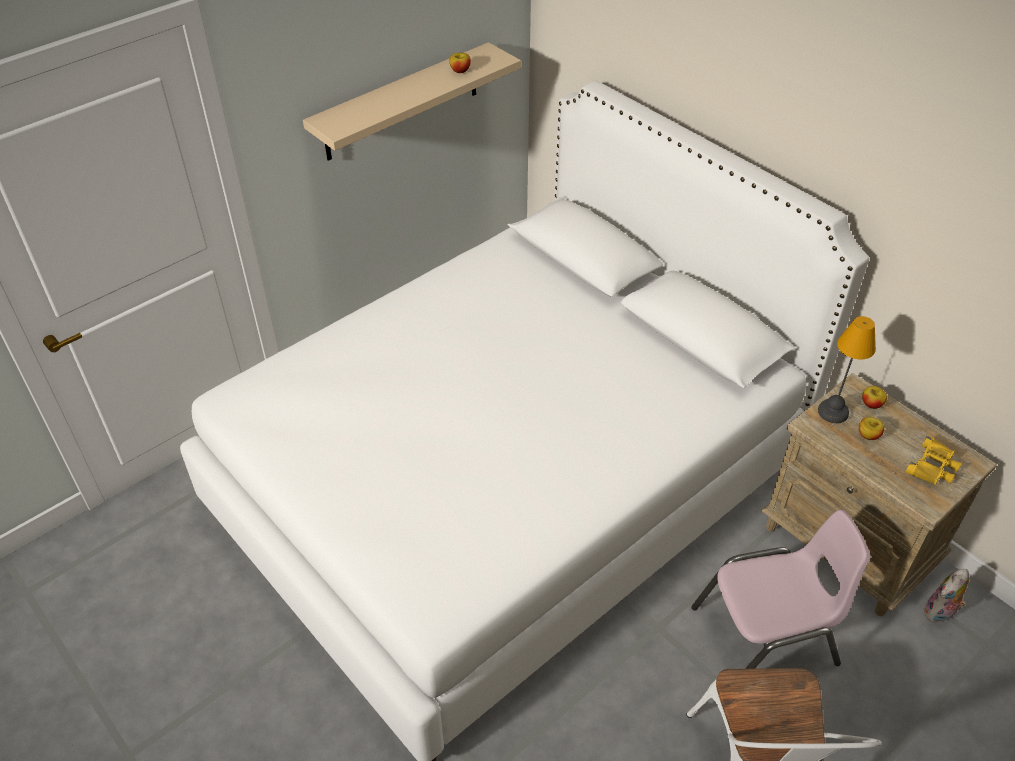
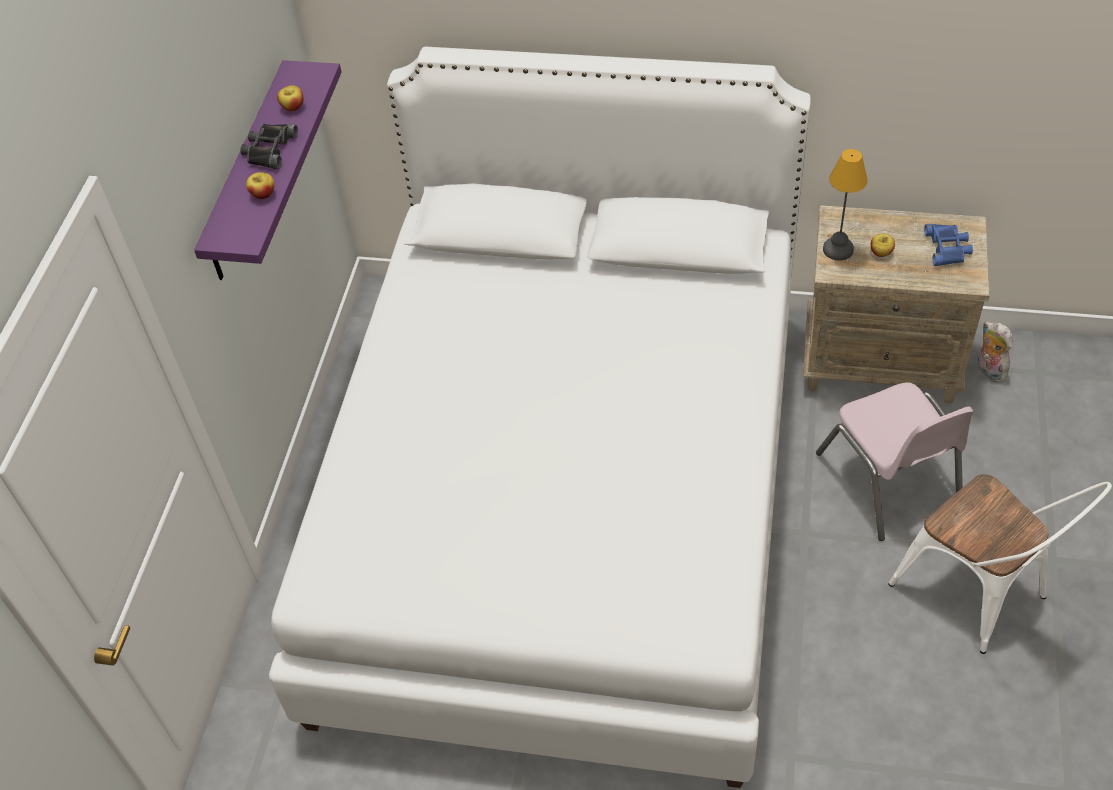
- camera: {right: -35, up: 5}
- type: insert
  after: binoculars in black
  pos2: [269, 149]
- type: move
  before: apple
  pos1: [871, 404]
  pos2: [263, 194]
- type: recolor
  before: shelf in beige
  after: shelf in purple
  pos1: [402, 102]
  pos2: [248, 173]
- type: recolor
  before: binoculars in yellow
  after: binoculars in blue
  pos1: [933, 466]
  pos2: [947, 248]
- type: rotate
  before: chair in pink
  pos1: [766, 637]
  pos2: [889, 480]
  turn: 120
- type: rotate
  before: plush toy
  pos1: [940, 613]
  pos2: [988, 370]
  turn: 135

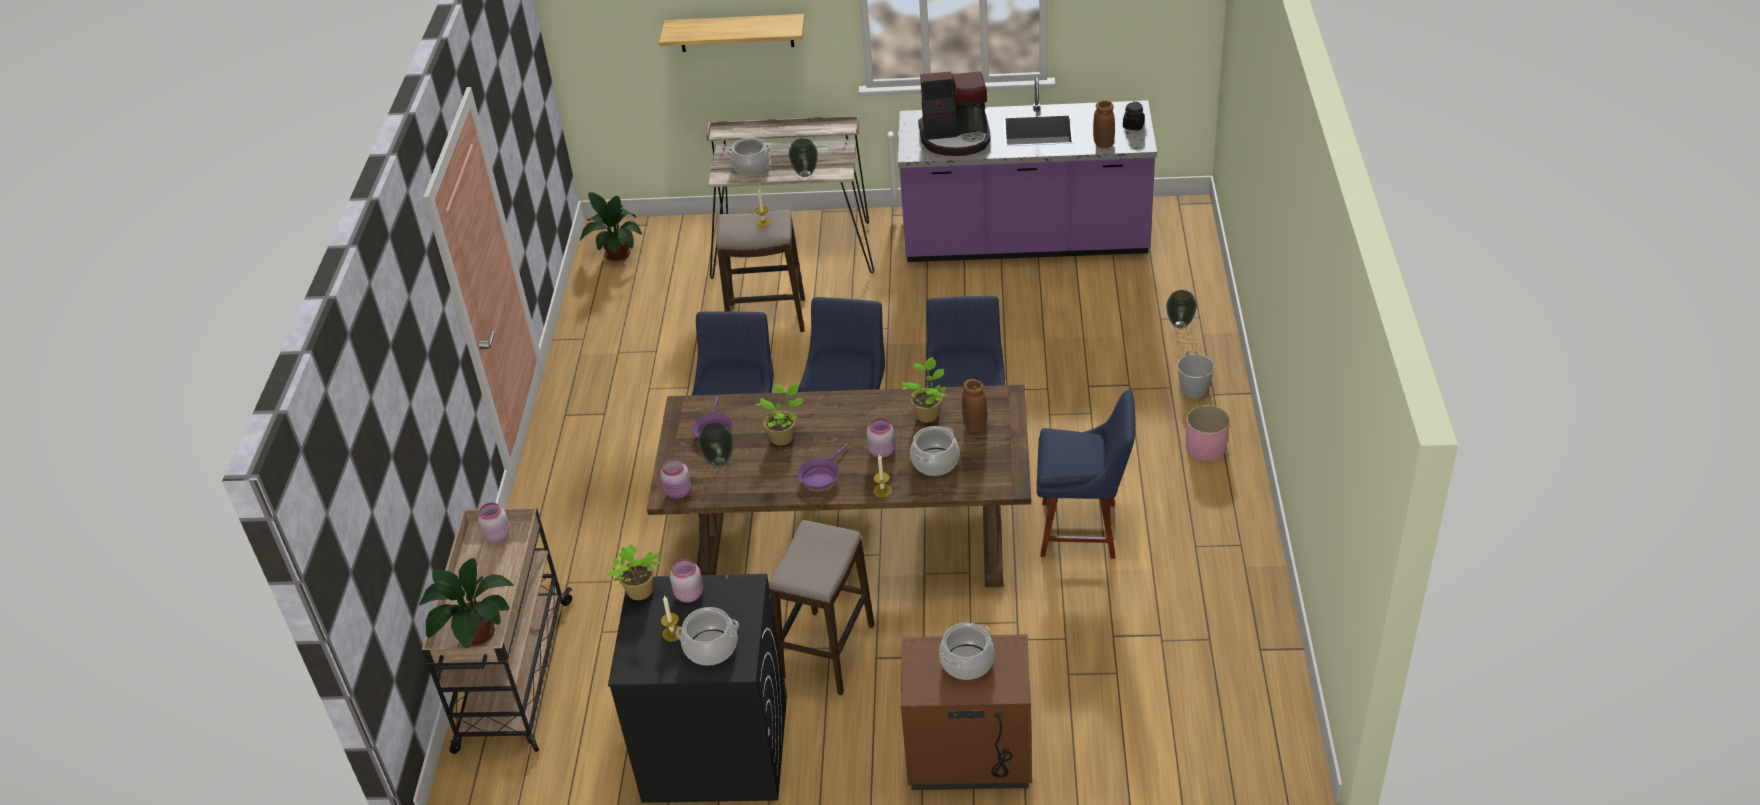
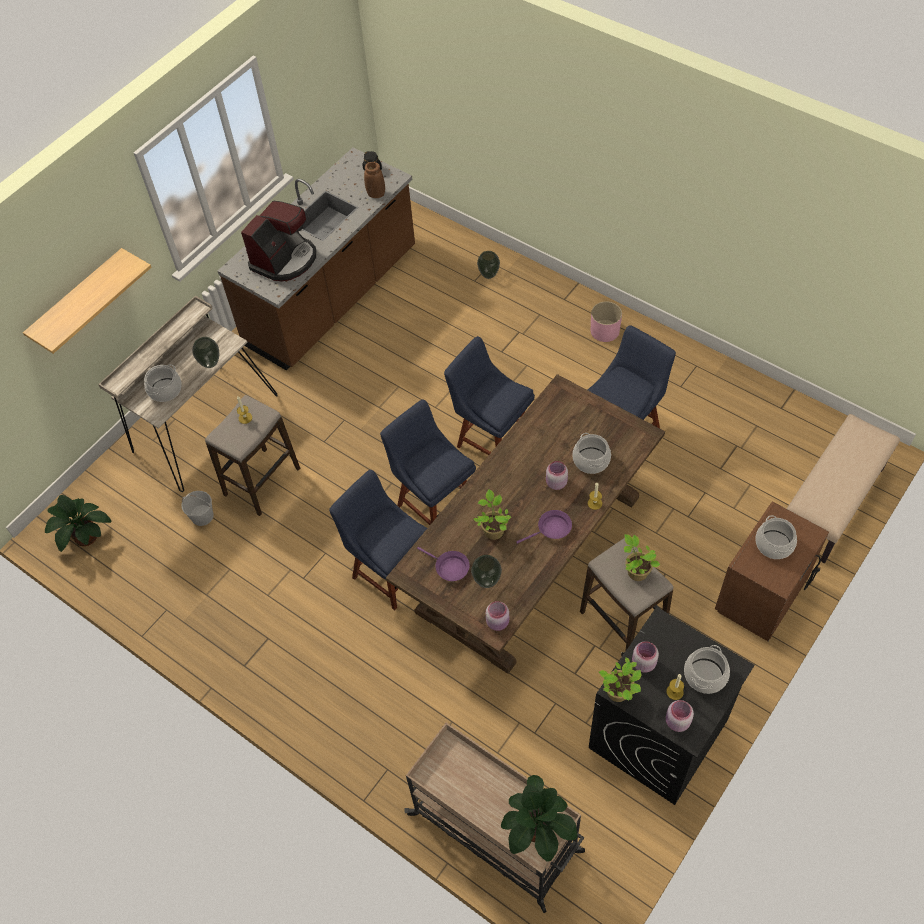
- camera: {right: -55, up: 15}
- type: delete
  before: vase in brown
  pos1: [975, 425]
- type: insert
  after: bench in beige
  pos2: [831, 503]
- type: move
  before: jar in pink
  pos1: [497, 535]
  pos2: [676, 722]
- type: move
  before: potted plant
  pos1: [927, 413]
  pos2: [636, 571]
- type: move
  before: bucket in white
  pos1: [1193, 388]
  pos2: [202, 516]
- type: recolor
  before: counter in purple
  after: counter in brown
  pos1: [1026, 242]
  pos2: [333, 298]
- type: rotate
  before: frying pan in purple
  pos1: [821, 475]
  pos2: [551, 529]
  turn: -90

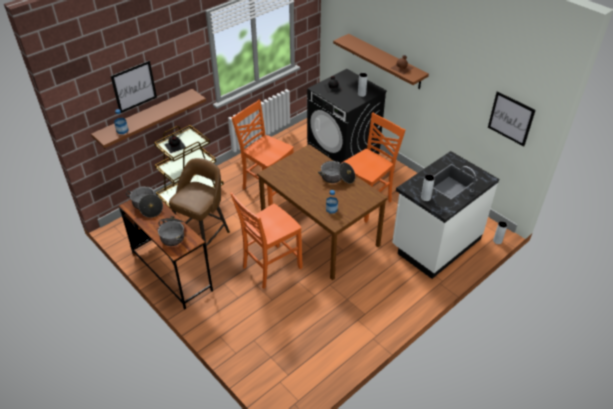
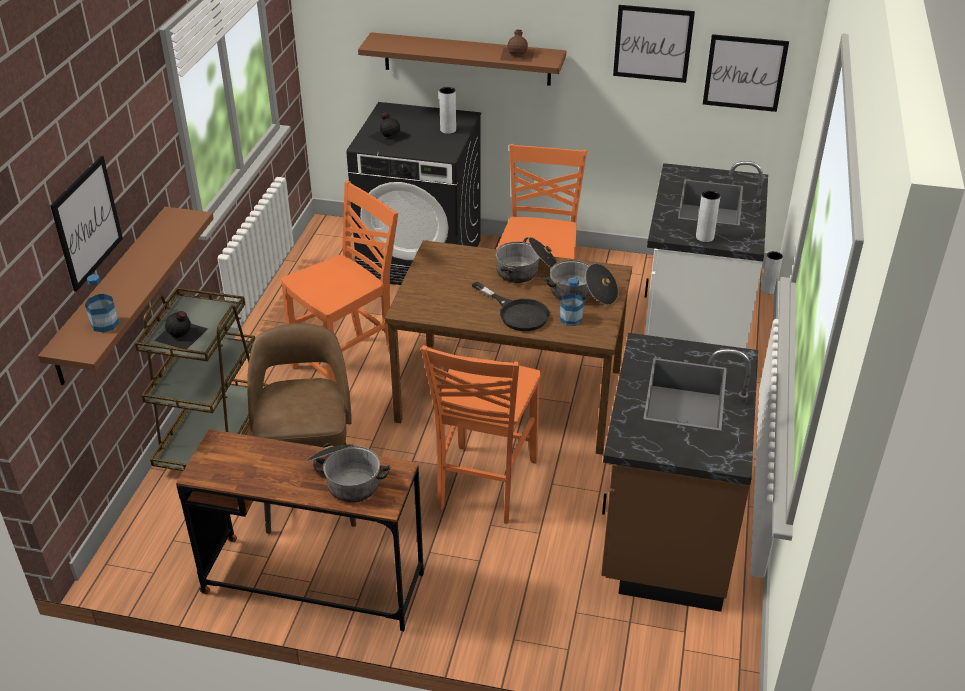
- camera: {right: -35, up: -5}
- type: insert
  after: frying pan in black
  pos2: [517, 313]
- type: insert
  after: counter in brown
  pos2: [665, 533]
- type: insert
  after: picture
  pos2: [653, 43]
- type: move
  before: cooking pot
  pos1: [147, 206]
  pos2: [581, 294]
- type: rotate
  before: chair in orange
  pos1: [267, 188]
  pos2: [348, 367]
  turn: 135

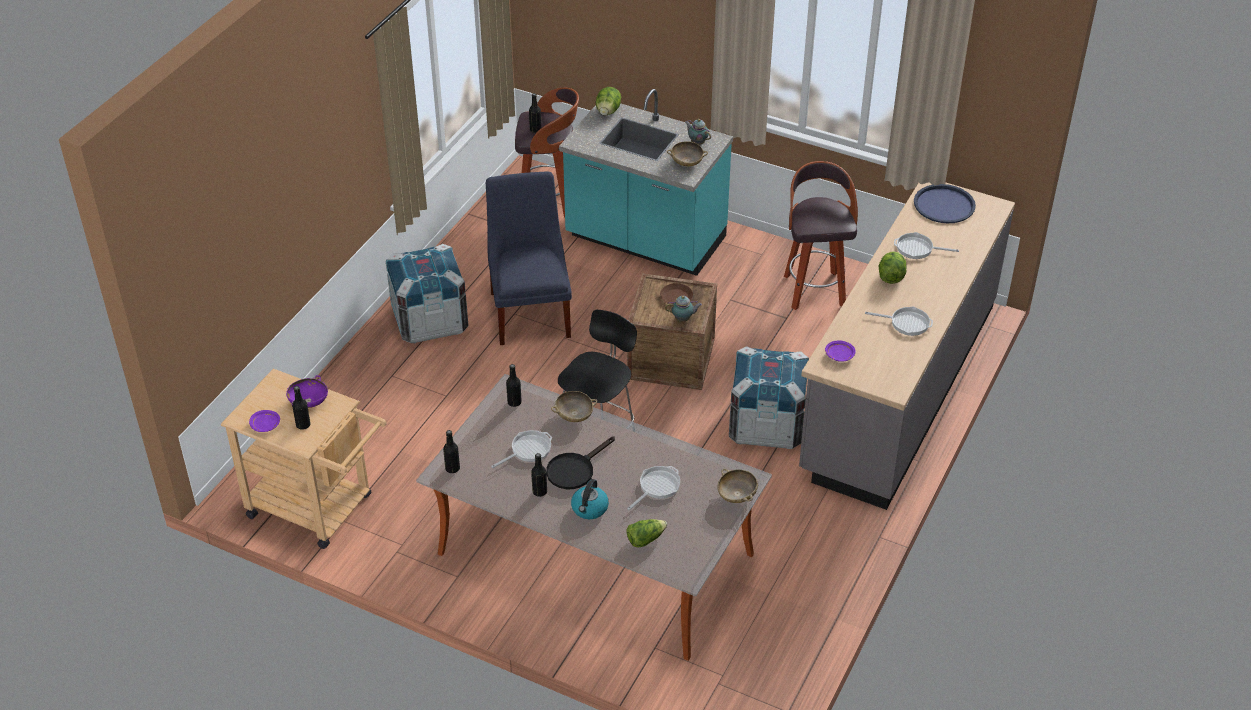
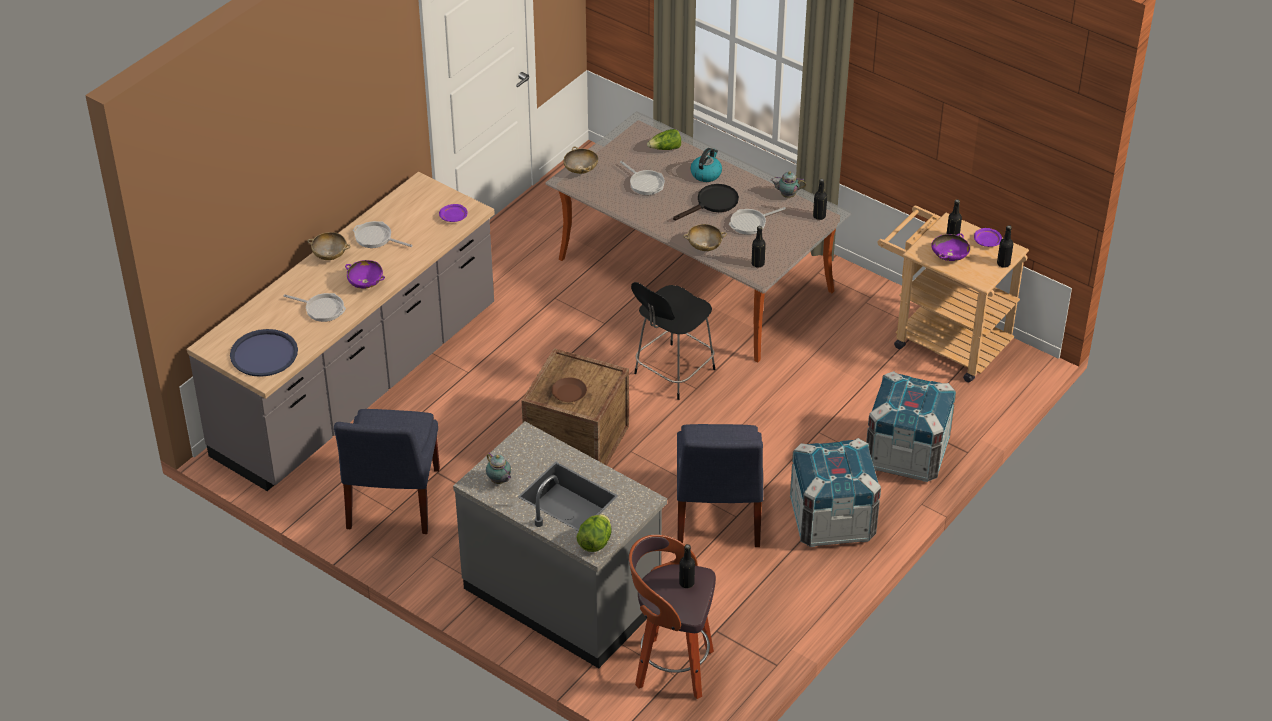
- camera: {right: -170, up: 0}
- type: move
  before: bottle in black
  pos1: [539, 491]
  pos2: [1003, 264]
- type: move
  before: teapot
  pos1: [683, 319]
  pos2: [787, 195]
- type: move
  before: bowl in beige
  pos1: [687, 162]
  pos2: [330, 255]
- type: move
  before: crate
  pos1: [766, 424]
  pos2: [906, 454]
- type: replace
  before: stool
  after: chair in blue
  pos1: [813, 289]
  pos2: [392, 502]
- type: replace
  before: lettuce
  after: bowl in purple
  pos1: [891, 277]
  pos2: [365, 283]
- type: recolor
  before: counter in turquoise
  after: counter in grey
  pos1: [645, 240]
  pos2: [563, 595]
- type: rotate
  before: frying pan
  pos1: [657, 486]
  pos2: [645, 183]
  turn: -90

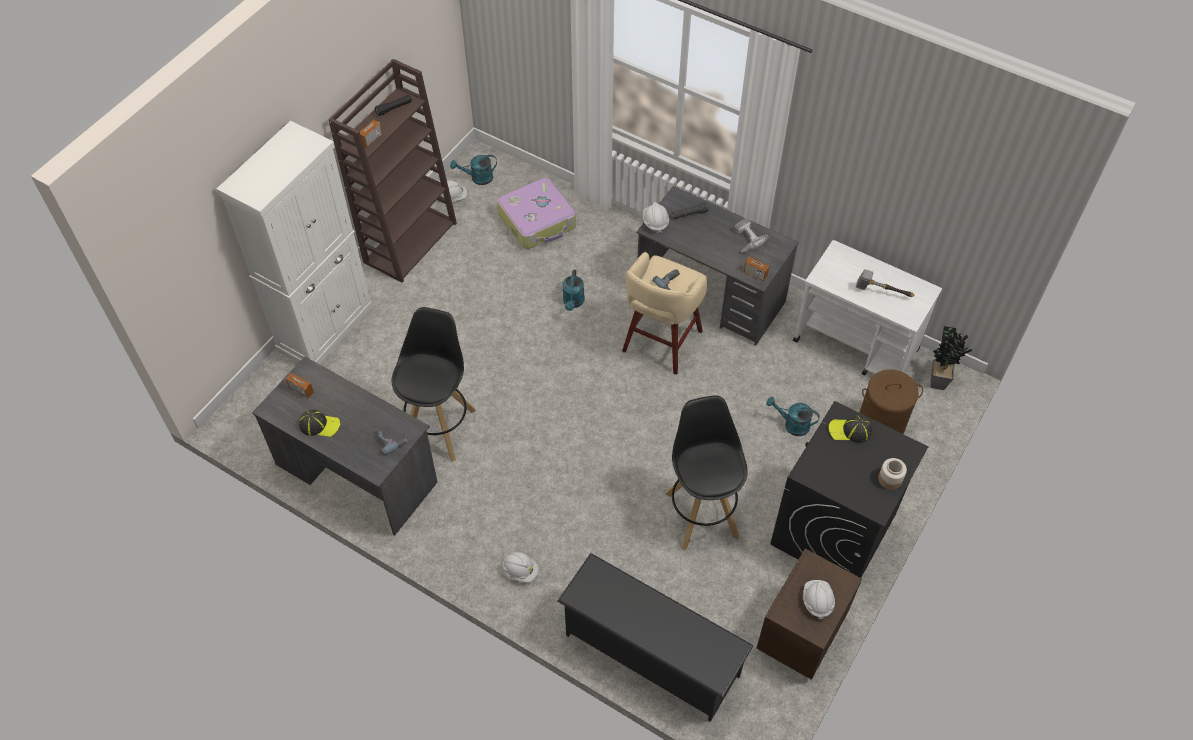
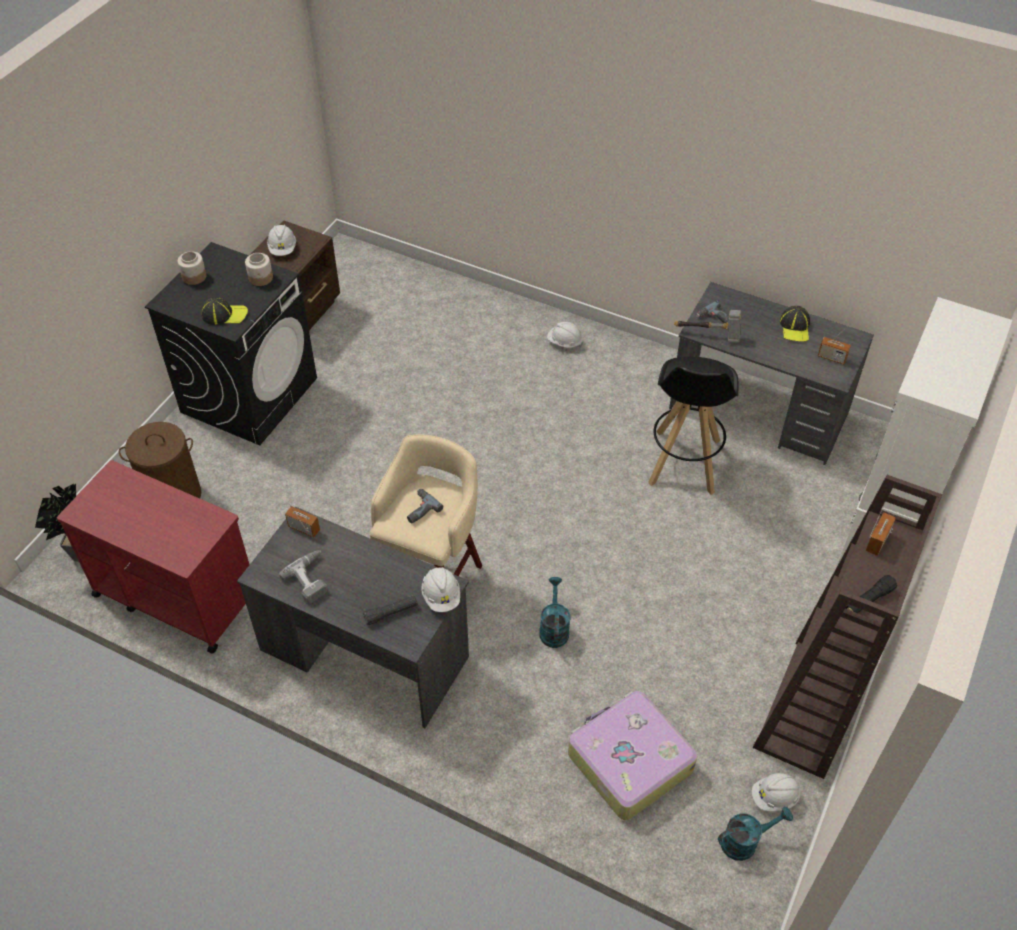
- camera: {right: 175, up: -5}
- type: delete
  before: shoe rack in black
  pos1: [650, 655]
- type: delete
  before: stool in black
  pos1: [701, 513]
- type: delete
  before: watering can in turquoise
  pos1: [792, 425]
- type: insert
  after: jar
  pos2: [261, 278]
- type: move
  before: hammer
  pos1: [881, 293]
  pos2: [709, 335]
- type: recolor
  before: cart in white
  after: cart in red
  pos1: [856, 346]
  pos2: [175, 595]
- type: rotate
  before: cap
  pos1: [319, 425]
  pos2: [795, 327]
  turn: -90

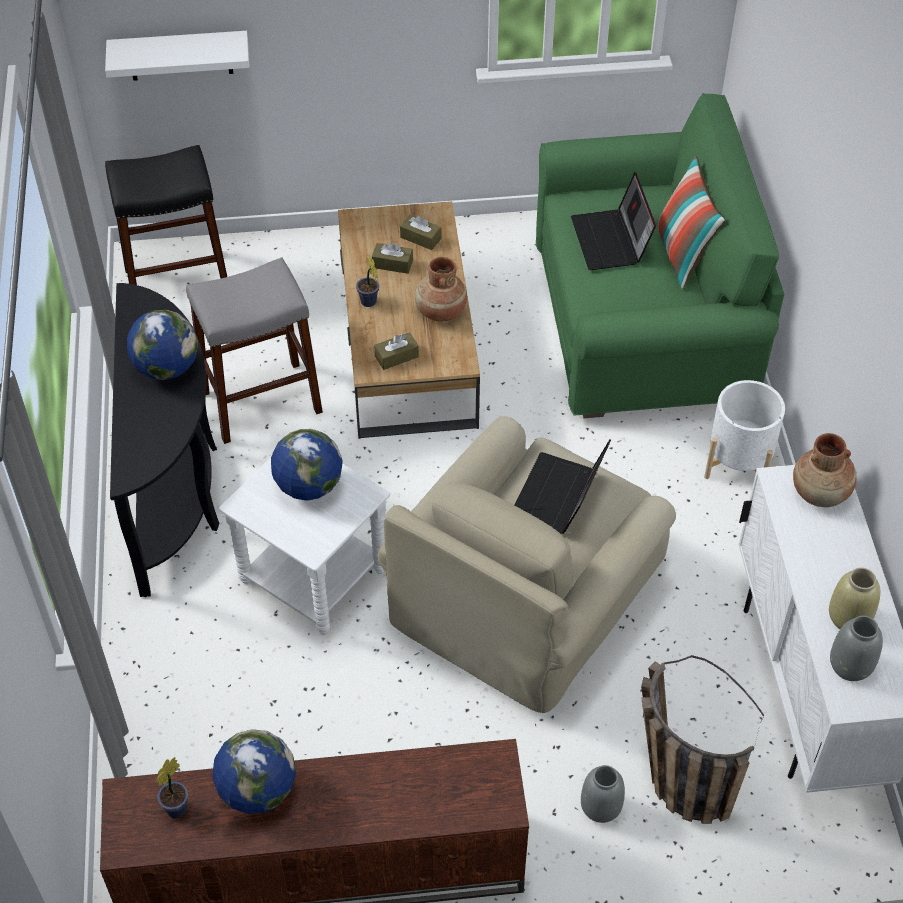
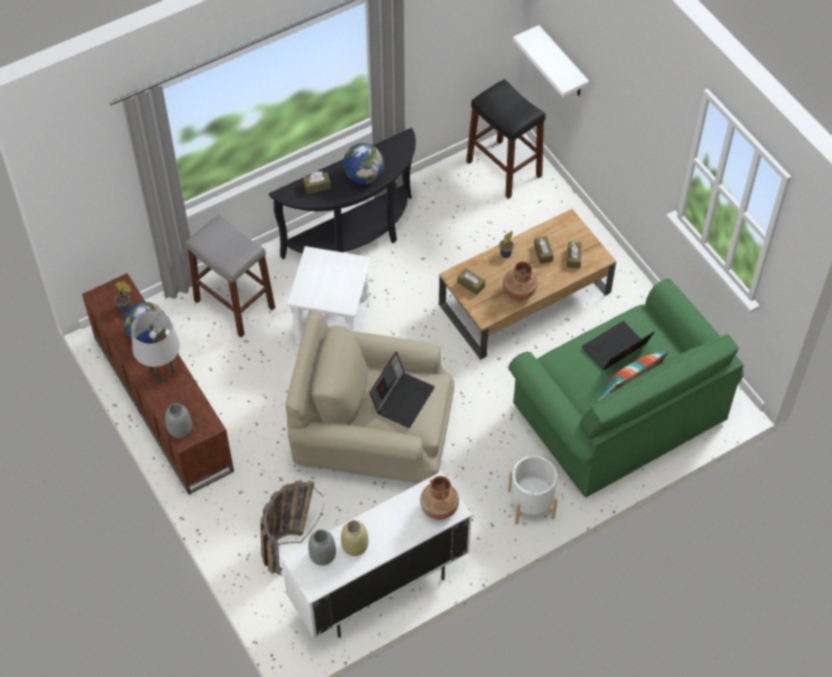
- camera: {right: 65, up: 5}
- type: delete
  before: globe
  pos1: [308, 486]
- type: insert
  after: table lamp in grey
  pos2: [162, 372]
- type: insert
  after: tissue box in brown
  pos2: [317, 186]
- type: move
  before: stool in grey
  pos1: [261, 402]
  pos2: [234, 304]
- type: move
  before: vase in grey
  pos1: [600, 808]
  pos2: [179, 429]
- type: rotate
  before: laptop
  pos1: [558, 498]
  pos2: [402, 398]
  turn: 120

